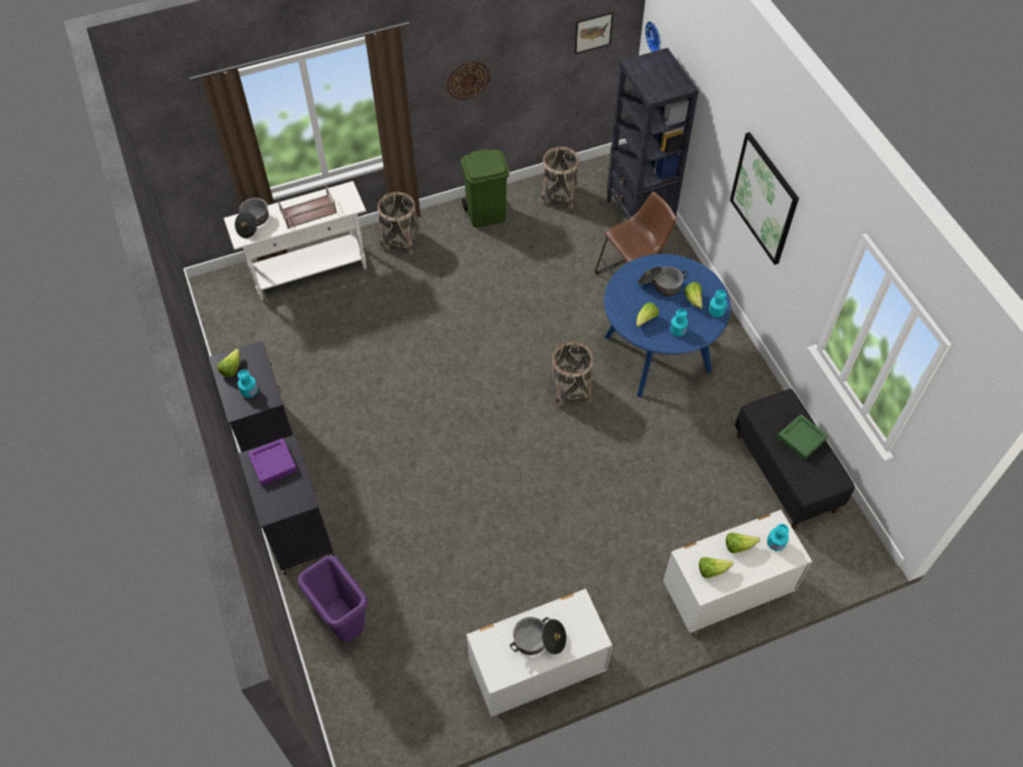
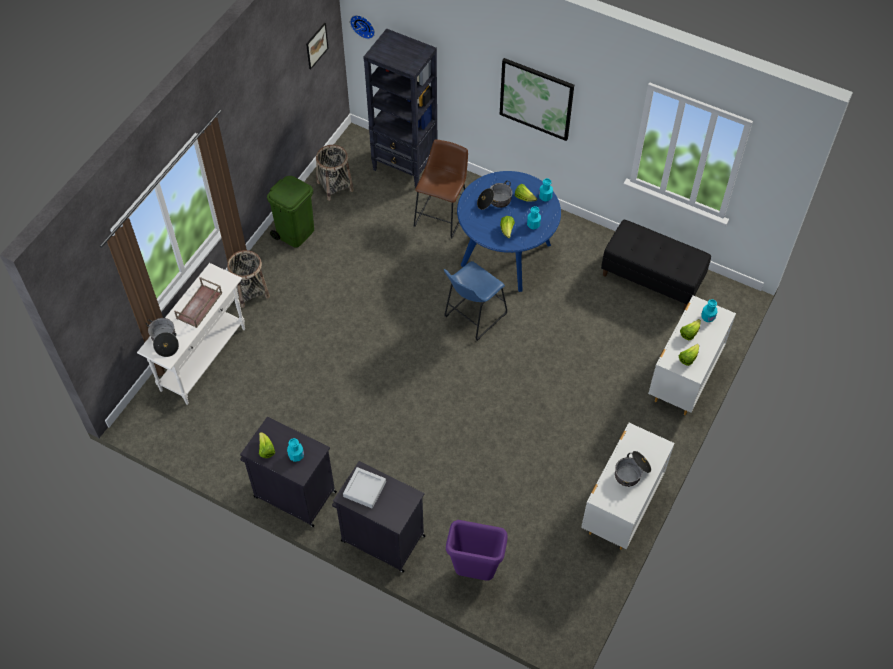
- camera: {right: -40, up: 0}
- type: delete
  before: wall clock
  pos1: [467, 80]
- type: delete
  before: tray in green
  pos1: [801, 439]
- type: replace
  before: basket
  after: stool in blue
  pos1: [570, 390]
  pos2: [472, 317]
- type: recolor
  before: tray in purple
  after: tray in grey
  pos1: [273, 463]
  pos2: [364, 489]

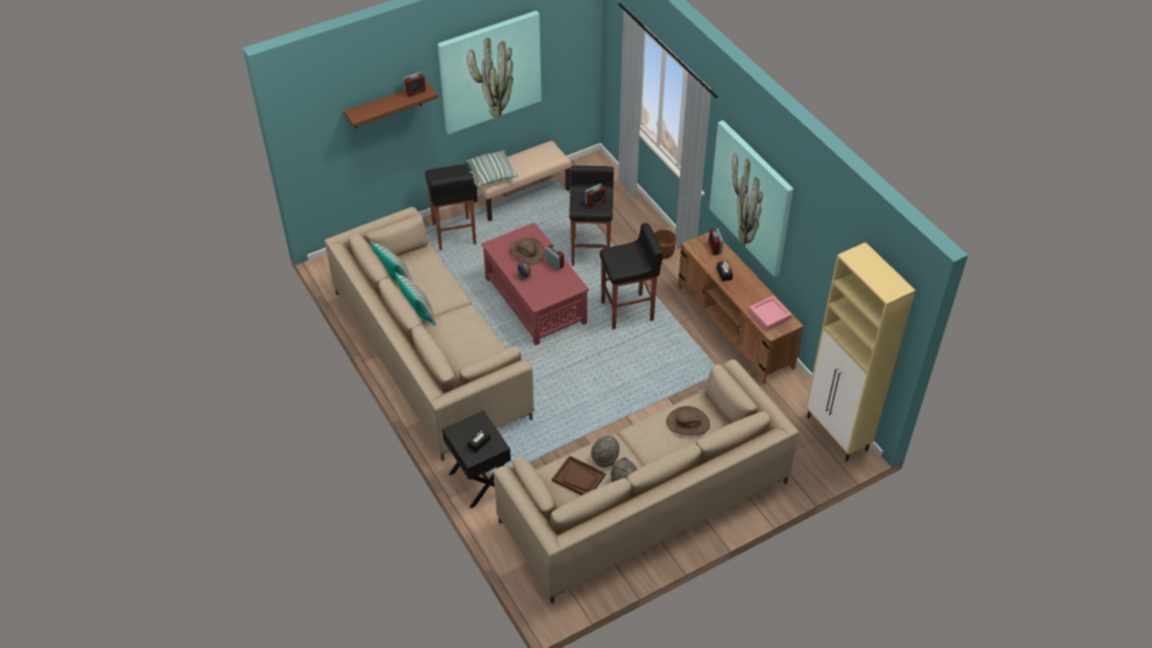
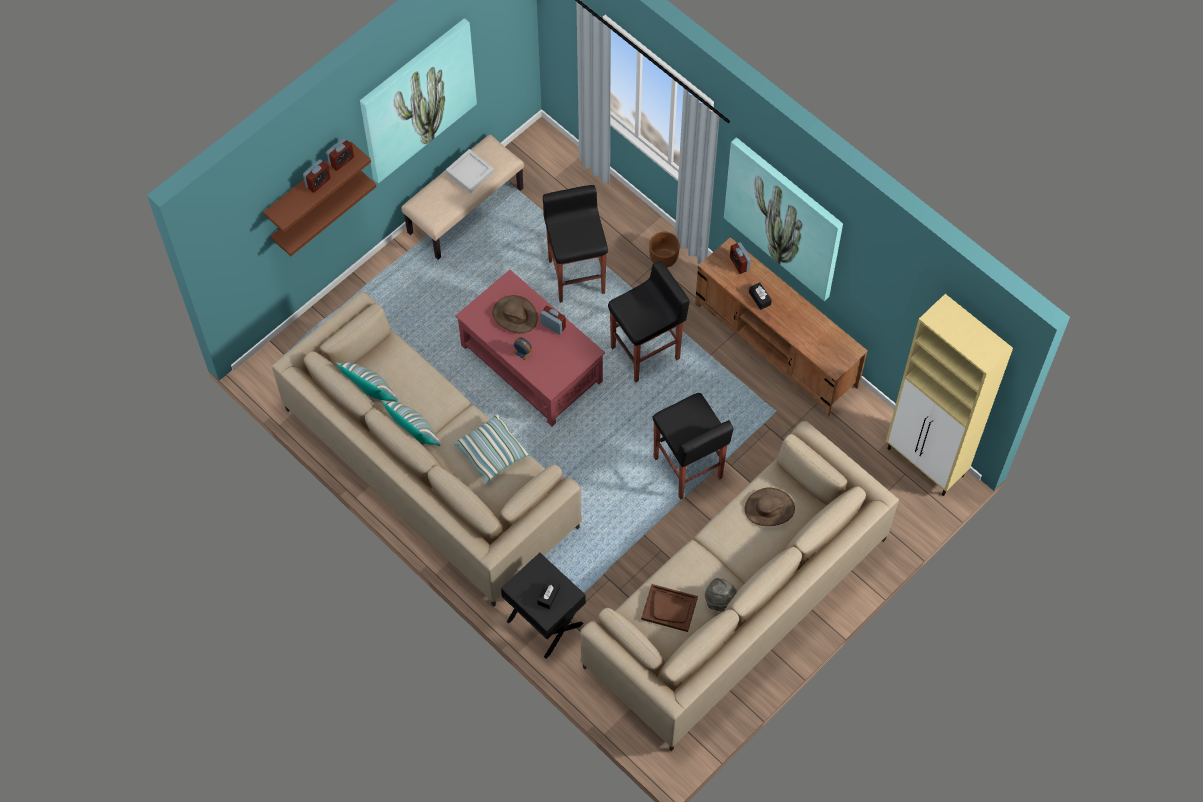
- camera: {right: -15, up: 15}
- type: delete
  before: hat in grey
  pos1: [605, 458]
- type: delete
  before: tray in pink
  pos1: [769, 315]
- type: insert
  after: shelf in brown
  pos2: [315, 209]
- type: insert
  after: tray in grey
  pos2: [470, 173]
- type: move
  before: stool in black
  pos1: [453, 234]
  pos2: [687, 469]
- type: move
  before: pillow
  pos1: [492, 174]
  pos2: [492, 453]
- type: move
  before: alarm clock
  pos1: [595, 202]
  pos2: [318, 182]

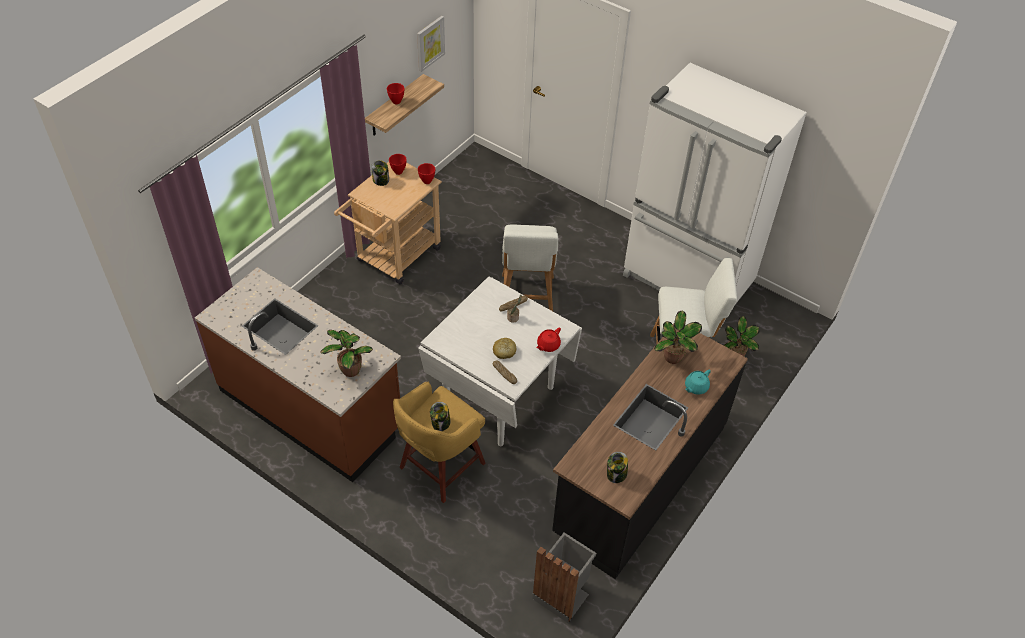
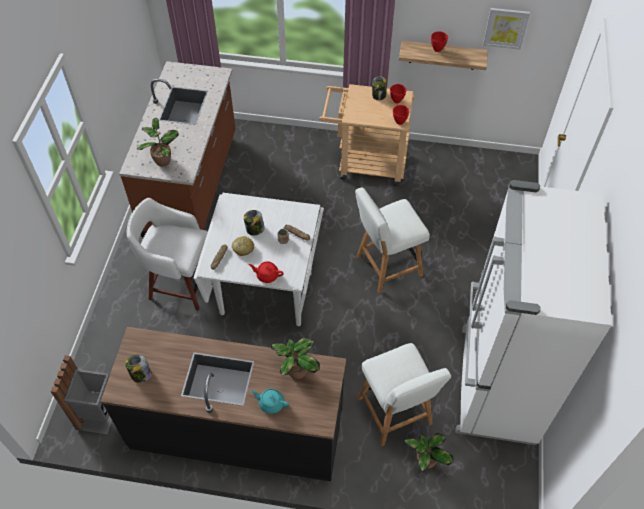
- camera: {right: 65, up: 5}
- type: move
  before: jar
  pos1: [441, 423]
  pos2: [254, 229]
- type: recolor
  before: stool in yellow
  after: stool in white
  pos1: [440, 467]
  pos2: [180, 283]

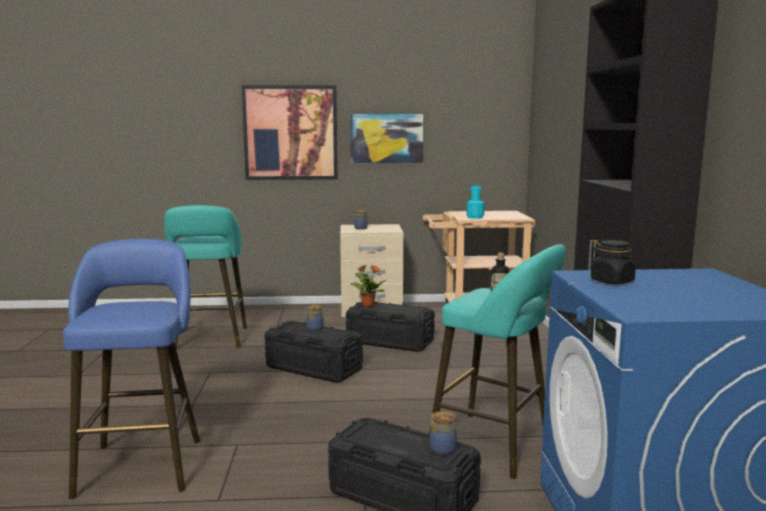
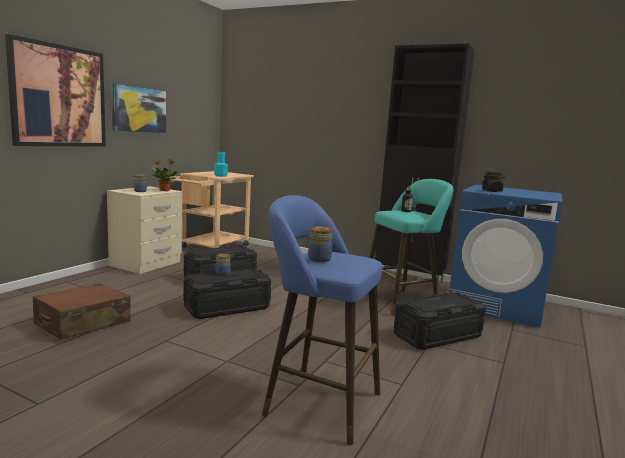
- camera: {right: -60, up: 0}
- type: move
  before: potted plant
  pos1: [367, 305]
  pos2: [164, 190]
- type: move
  before: jar
  pos1: [442, 448]
  pos2: [318, 259]
- type: replace
  before: stool in turquoise
  after: suitcase in brown
  pos1: [210, 340]
  pos2: [82, 323]

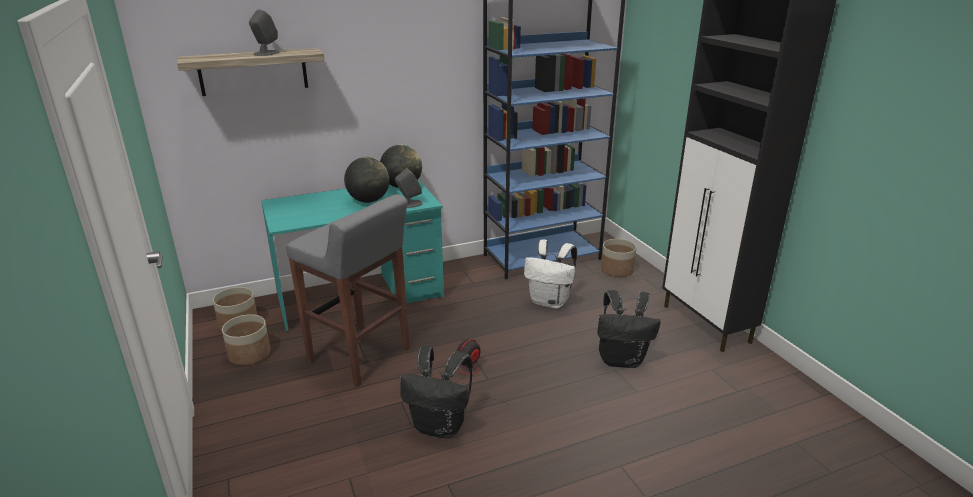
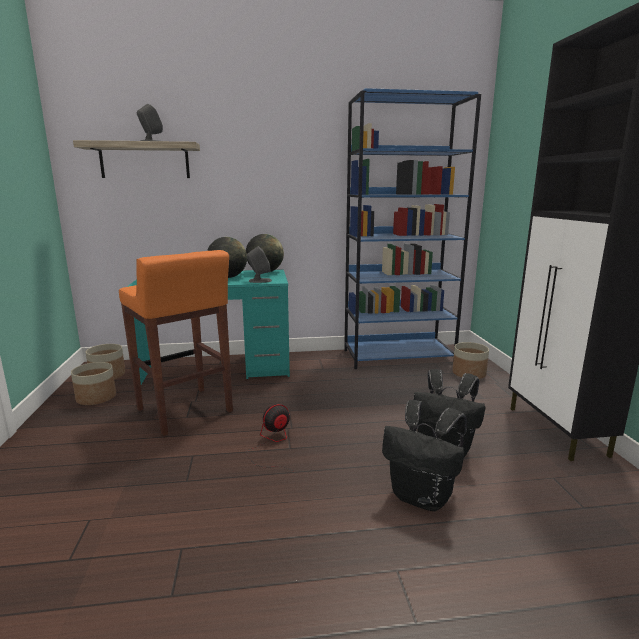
- camera: {right: 15, up: -10}
- type: delete
  before: backpack in white
  pos1: [550, 302]
- type: move
  before: backpack in black
  pos1: [440, 426]
  pos2: [422, 497]
- type: recolor
  before: stool in grey
  after: stool in orange
  pos1: [360, 356]
  pos2: [185, 411]

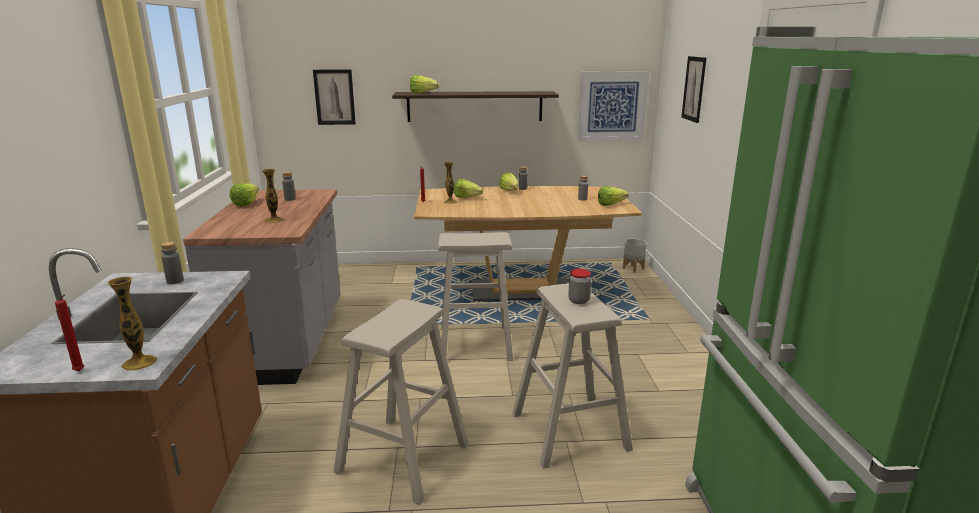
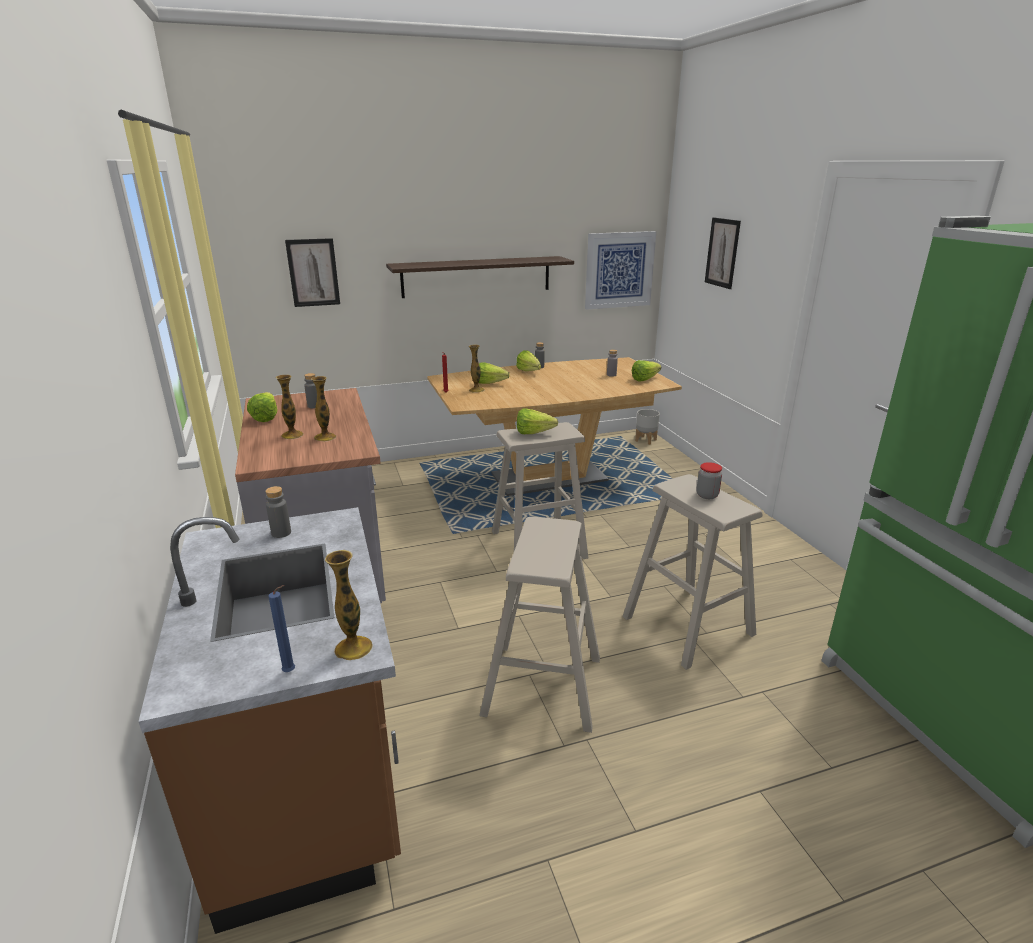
- camera: {right: -15, up: 5}
- type: insert
  after: vase
  pos2: [292, 435]
- type: move
  before: lettuce
  pos1: [425, 93]
  pos2: [537, 433]
- type: recolor
  before: candle in red
  after: candle in blue
  pos1: [80, 371]
  pos2: [291, 672]

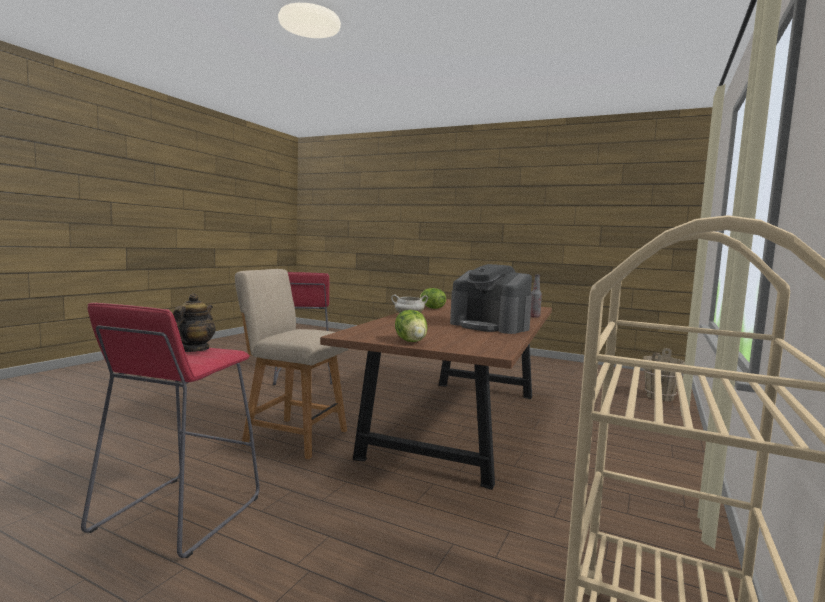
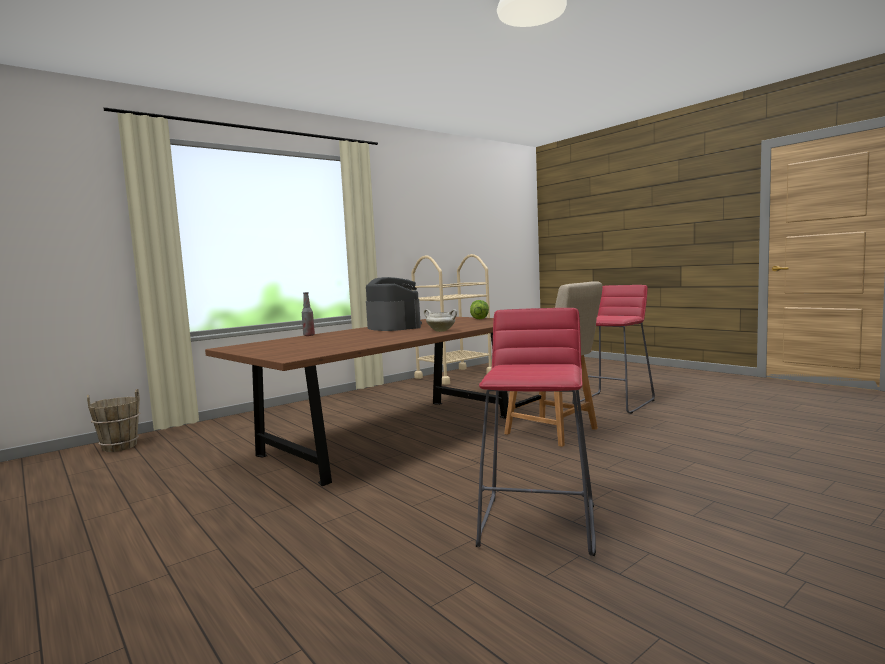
- camera: {right: -155, up: 0}
- type: delete
  before: teapot
  pos1: [193, 350]
- type: delete
  before: lettuce
  pos1: [431, 308]

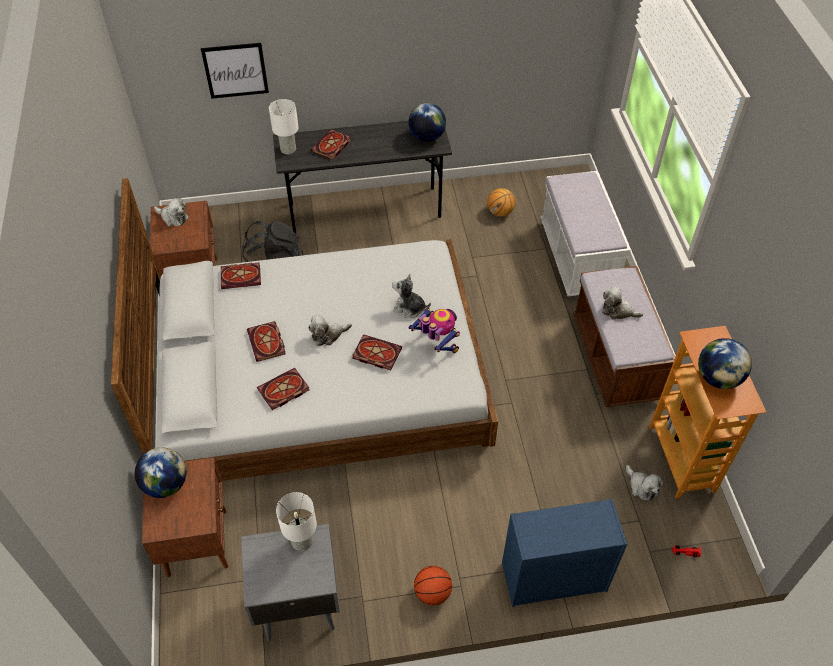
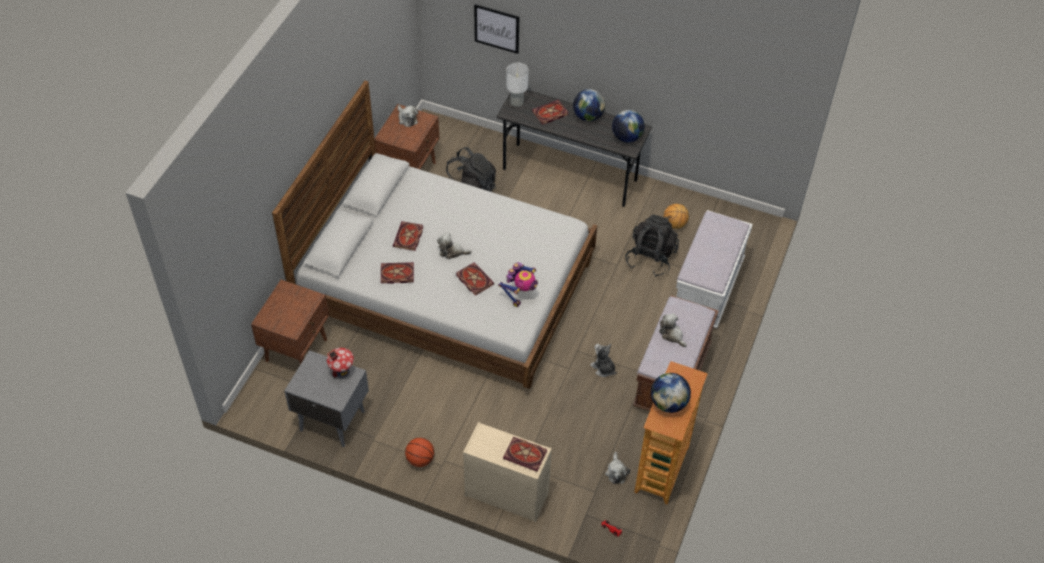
- camera: {right: 30, up: 0}
- type: insert
  after: backpack in black
  pos2: [650, 258]
- type: move
  before: globe
  pos1: [166, 484]
  pos2: [588, 116]
- type: move
  before: book
  pos1: [242, 276]
  pos2: [526, 455]
- type: move
  before: plush toy
  pos1: [409, 308]
  pos2: [603, 368]
- type: replace
  before: table lamp in white
  after: toy house
  pos1: [301, 541]
  pos2: [342, 372]
- type: recolor
  before: dresser in blue
  after: dresser in beige
  pos1: [552, 577]
  pos2: [505, 493]
- type: rotate
  before: toy robot
  pos1: [436, 343]
  pos2: [520, 293]
  turn: 45

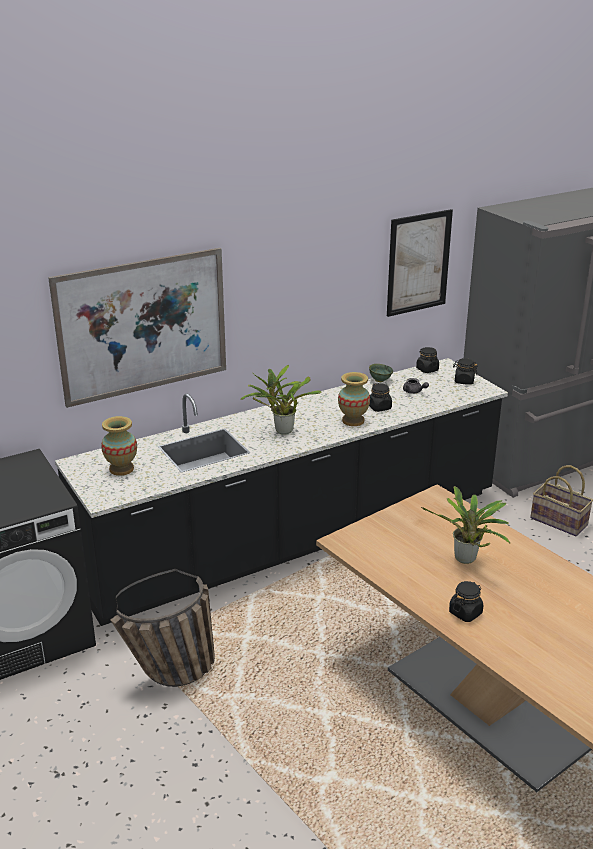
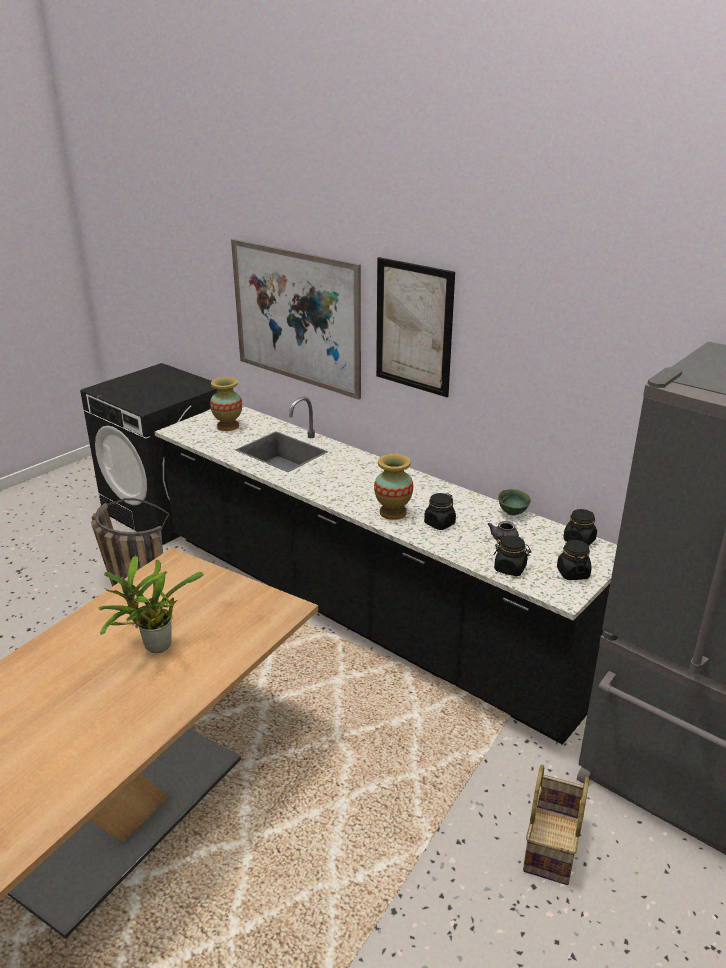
- camera: {right: 70, up: 0}
- type: delete
  before: potted plant
  pos1: [281, 430]
- type: move
  before: picture
  pos1: [418, 263]
  pos2: [414, 327]
- type: move
  before: jar in black
  pos1: [465, 613]
  pos2: [510, 568]

